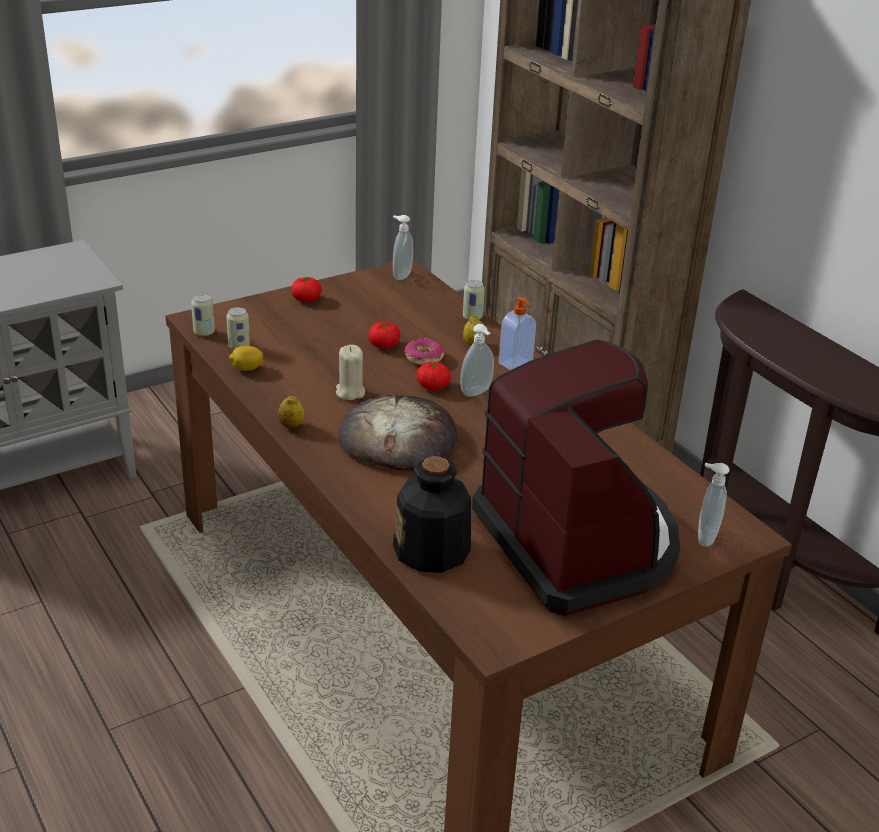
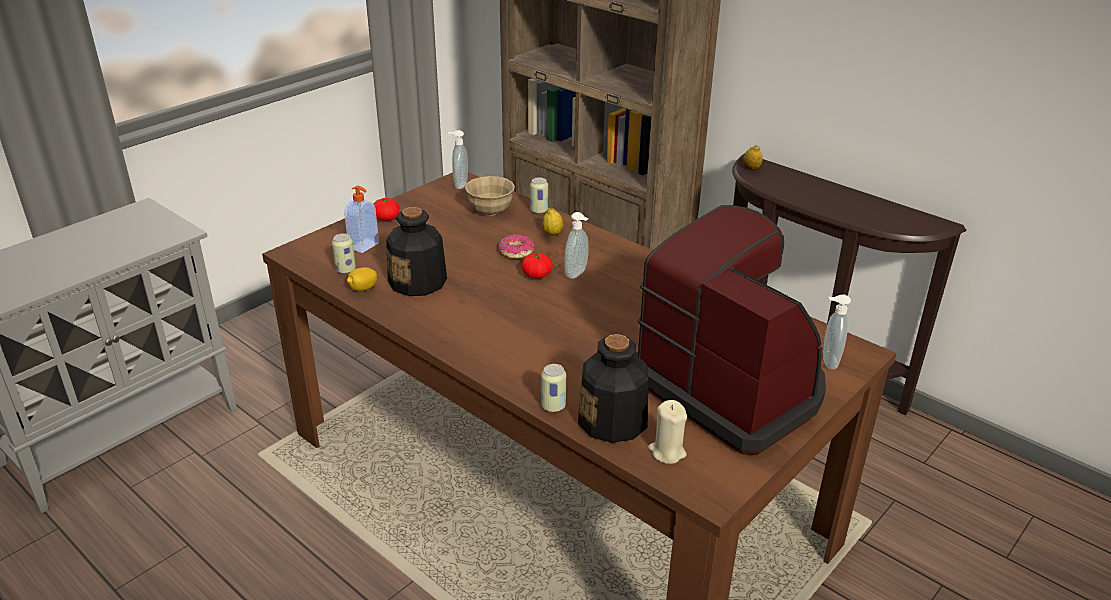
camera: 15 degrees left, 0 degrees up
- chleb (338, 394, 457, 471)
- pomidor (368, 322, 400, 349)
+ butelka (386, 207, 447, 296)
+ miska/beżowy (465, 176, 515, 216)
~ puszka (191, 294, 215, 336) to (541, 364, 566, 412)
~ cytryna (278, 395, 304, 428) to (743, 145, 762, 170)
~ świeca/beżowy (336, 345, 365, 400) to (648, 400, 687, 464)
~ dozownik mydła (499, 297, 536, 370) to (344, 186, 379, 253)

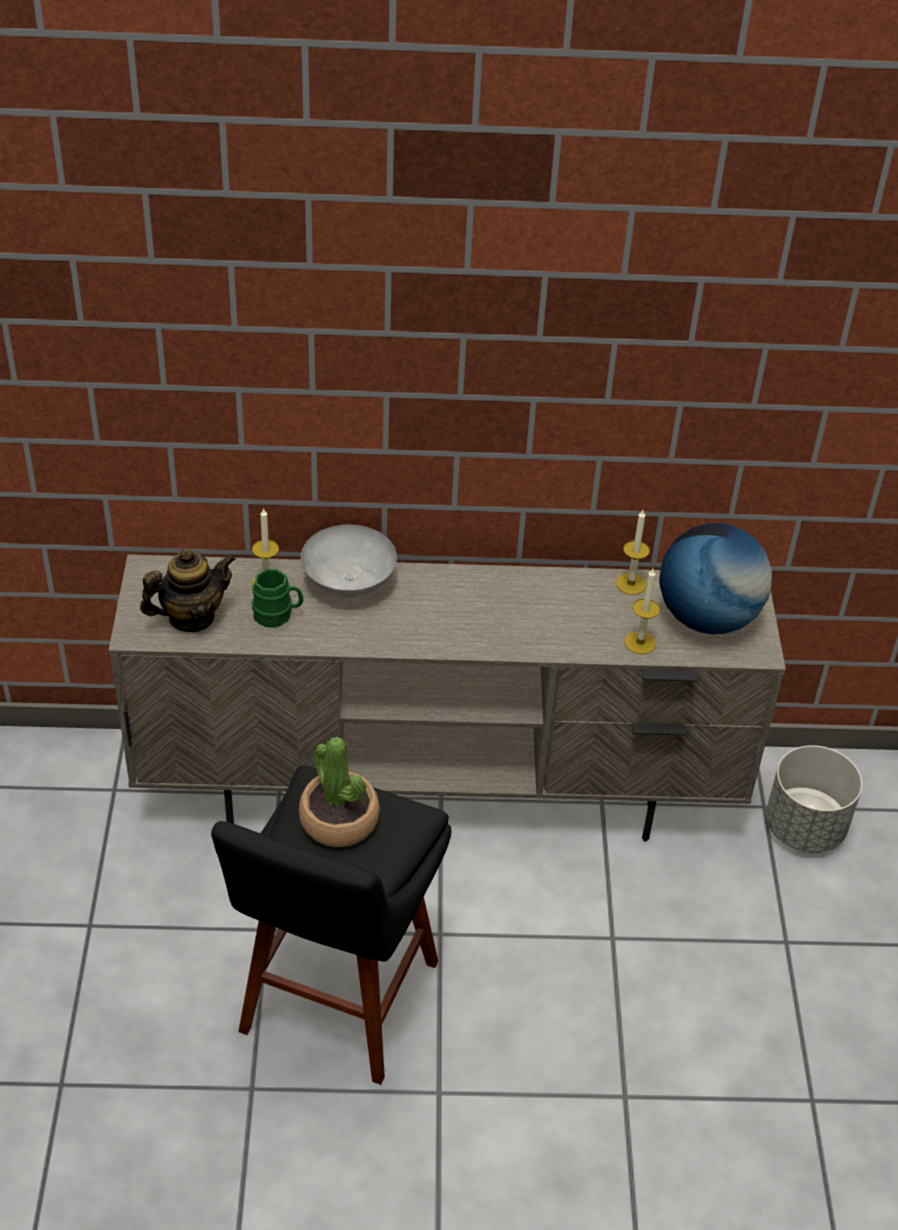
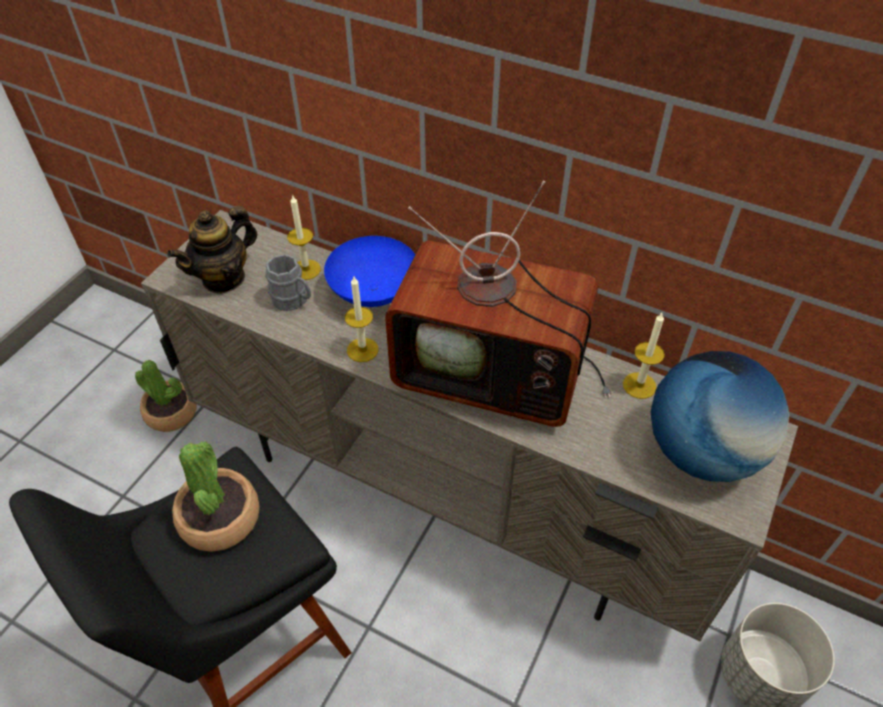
camera: 30 degrees right, 5 degrees up
+ roślina doniczkowa (135, 360, 197, 432)
+ telewizor (385, 181, 611, 427)
~ świeca (624, 569, 660, 654) to (345, 277, 379, 362)
~ kubek/zielony (252, 569, 303, 628) to kubek/szary (265, 254, 311, 311)
~ miska/szary (301, 525, 397, 597) to miska/niebieski (324, 236, 415, 307)
~ imbryk (140, 548, 236, 632) = (167, 206, 257, 294) 135 degrees clockwise

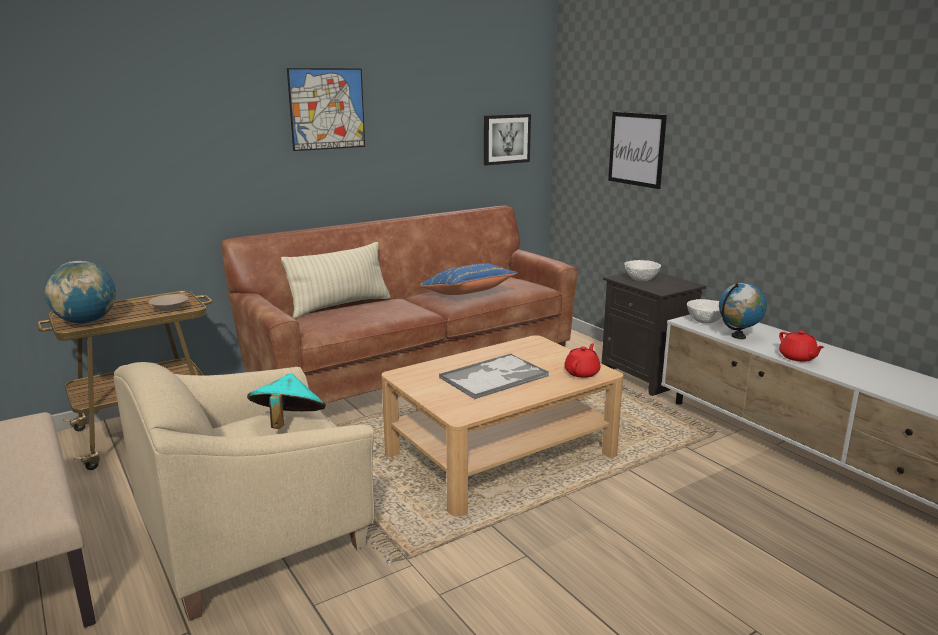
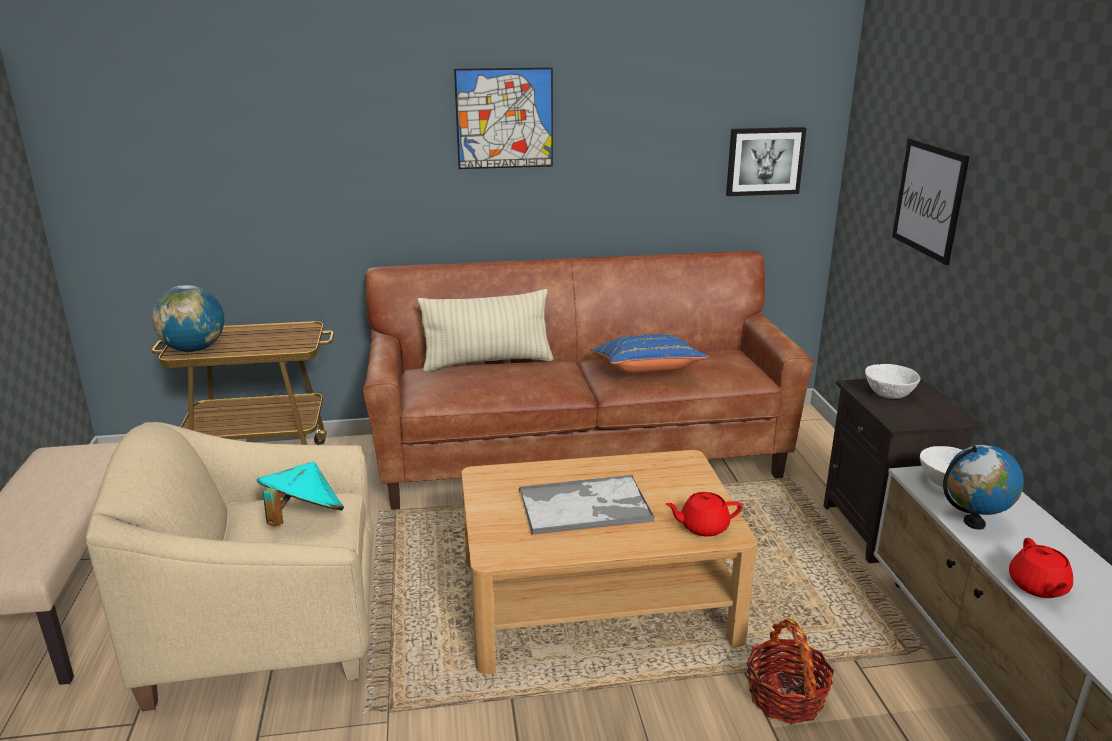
camera: 25 degrees right, 5 degrees up
- miska/beżowy (149, 294, 188, 311)
+ koszyk (747, 618, 834, 724)
~ imbryk/czerwony (564, 343, 601, 378) = (665, 492, 742, 537) 150 degrees counterclockwise

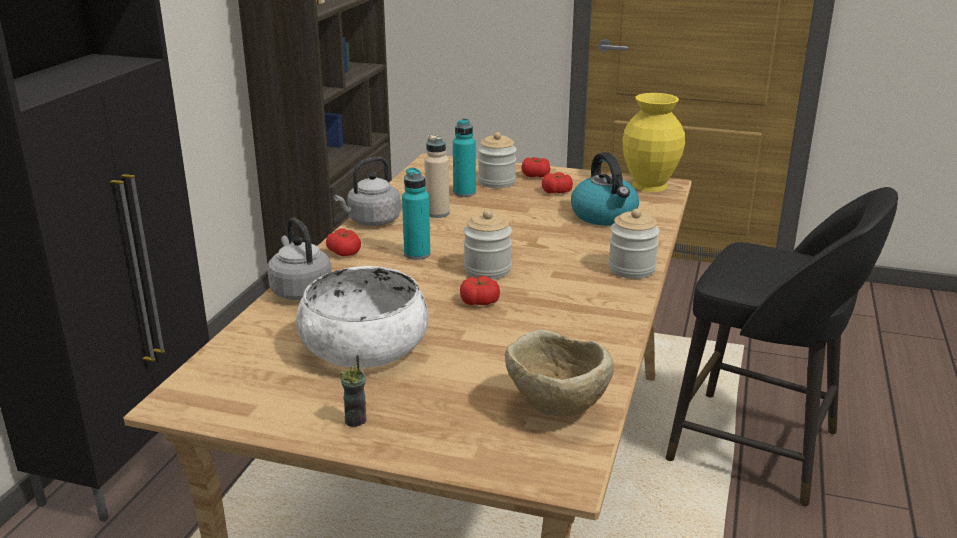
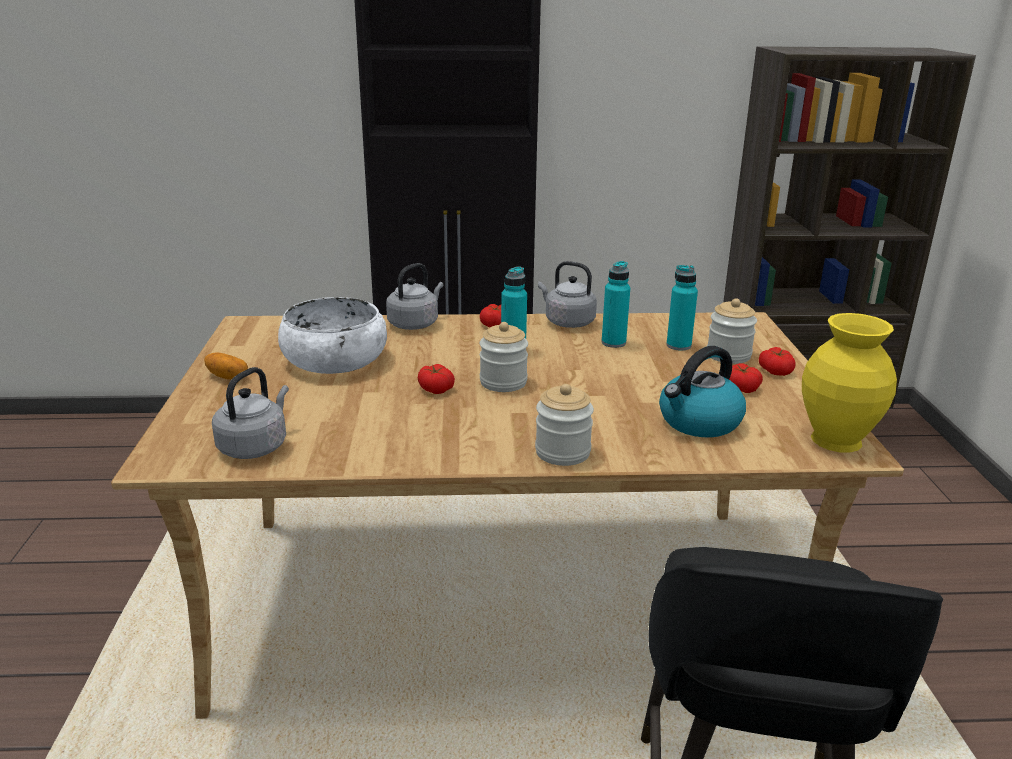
camera: 70 degrees right, 0 degrees up
~ filiżanka (339, 355, 367, 427) to ziemniak (204, 353, 248, 380)
~ miska/beżowy (505, 329, 614, 416) to czajnik/szary (212, 367, 289, 459)
~ butelka/beżowy (424, 134, 450, 218) to butelka/turkusowy (602, 261, 630, 348)

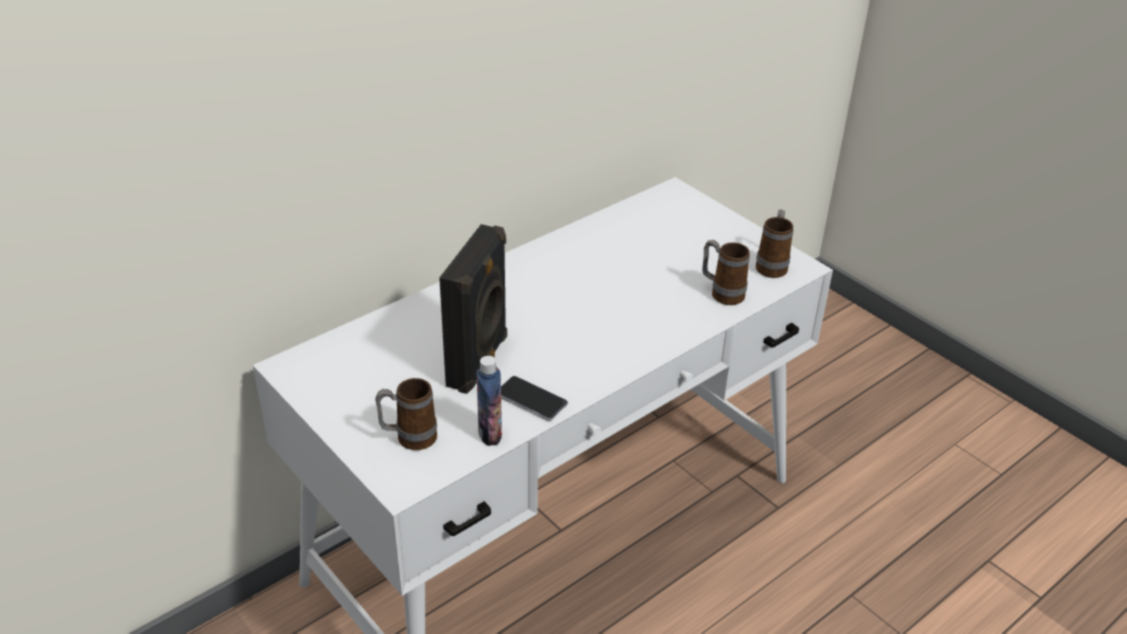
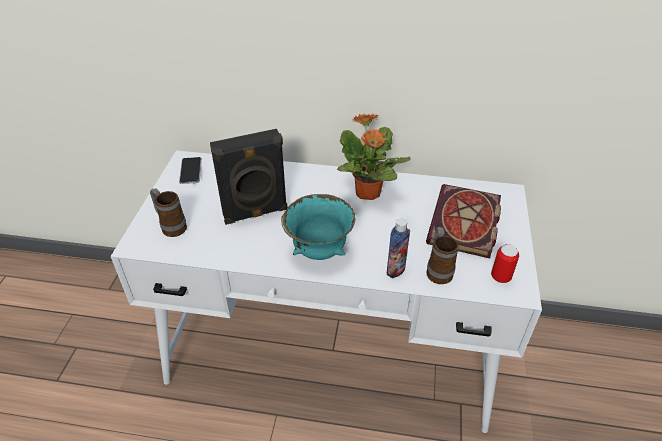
camera: 50 degrees right, 5 degrees up
+ miska/turkusowy (281, 194, 355, 260)
+ roślina doniczkowa (337, 114, 410, 200)
+ książka (426, 184, 501, 258)
~ butelka (476, 356, 502, 446) to (387, 219, 410, 278)
~ telefon (501, 376, 568, 421) to (179, 157, 202, 184)
~ kubek (756, 209, 793, 278) to puszka (491, 244, 519, 283)

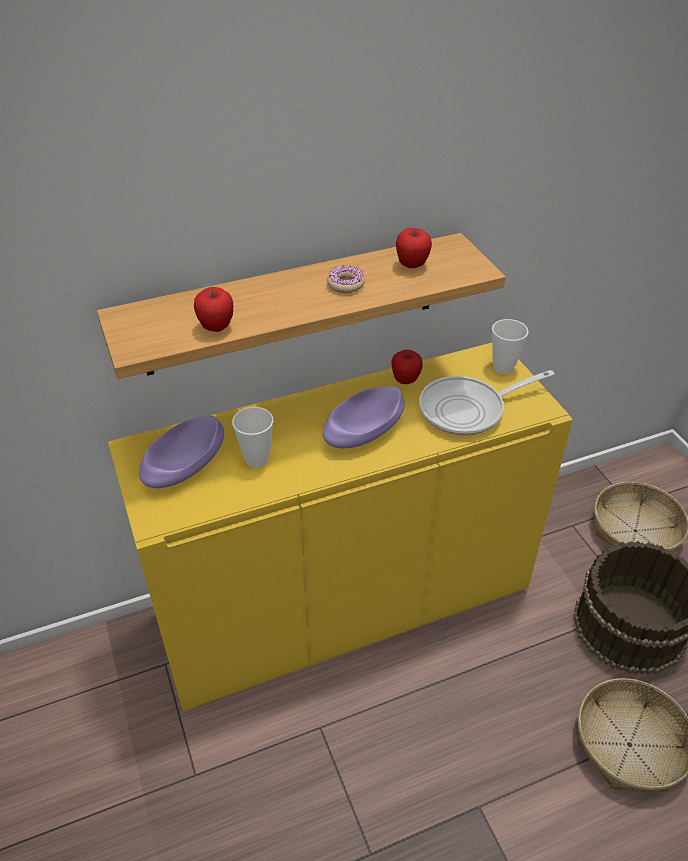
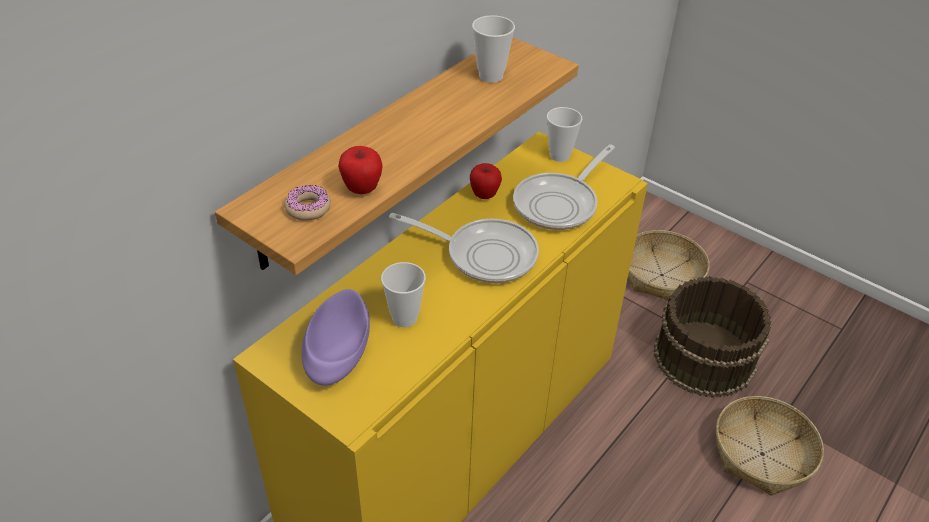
camera: 30 degrees left, 0 degrees up
~ donut (327, 265, 365, 293) to (285, 185, 331, 221)
~ miska/fioletowy (323, 386, 405, 448) to patelnia (389, 213, 539, 283)
~ jabłko (396, 228, 432, 268) to filiżanka (472, 15, 515, 83)

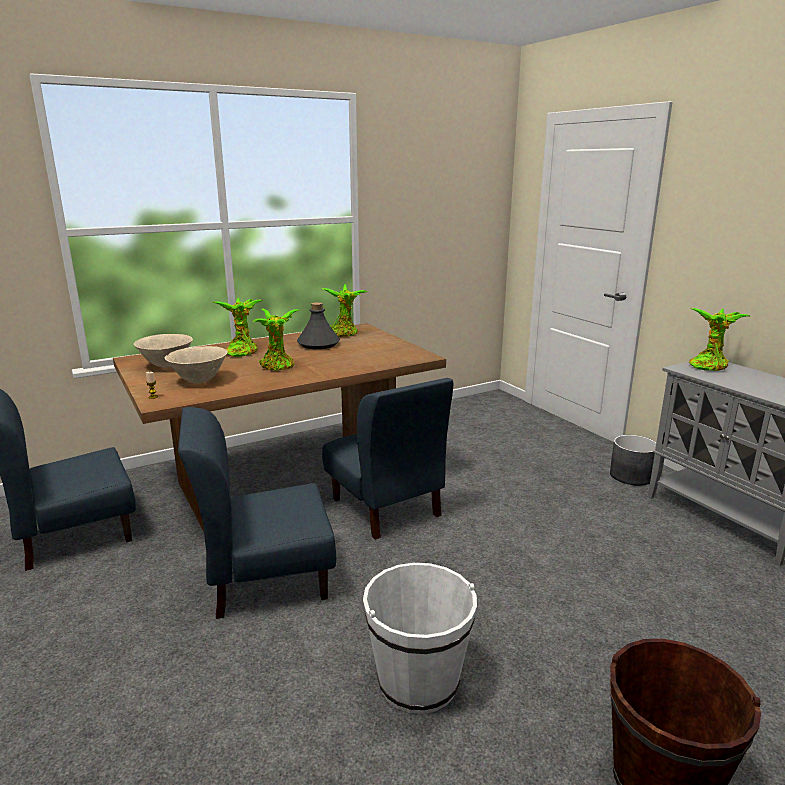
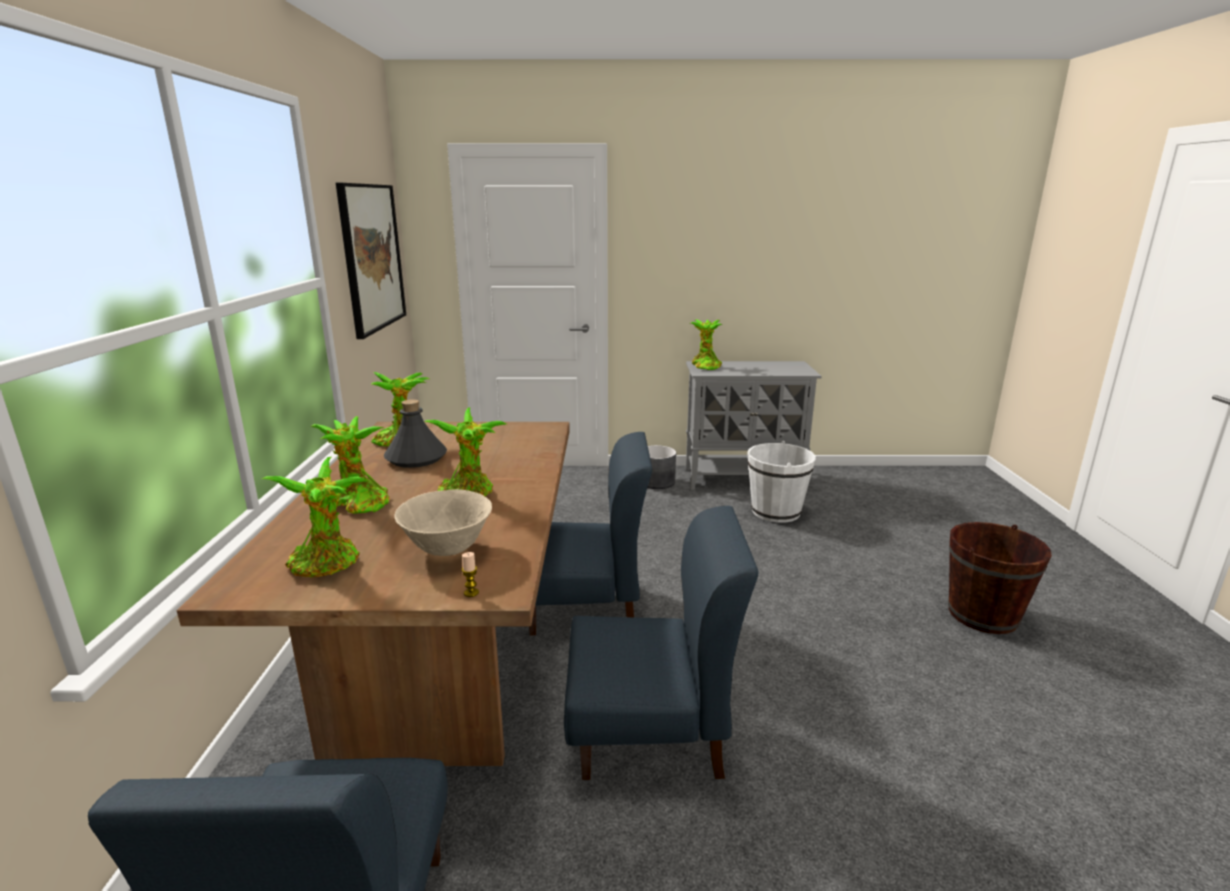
camera: 60 degrees left, 0 degrees up
+ obraz (336, 183, 406, 339)
~ wiadro/biały (363, 563, 477, 714) to (747, 441, 816, 523)
~ miska/beżowy (134, 334, 193, 368) to roślina doniczkowa (261, 457, 368, 577)
~ krzesło/niebieski (178, 407, 336, 619) = (564, 506, 758, 780) 105 degrees counterclockwise

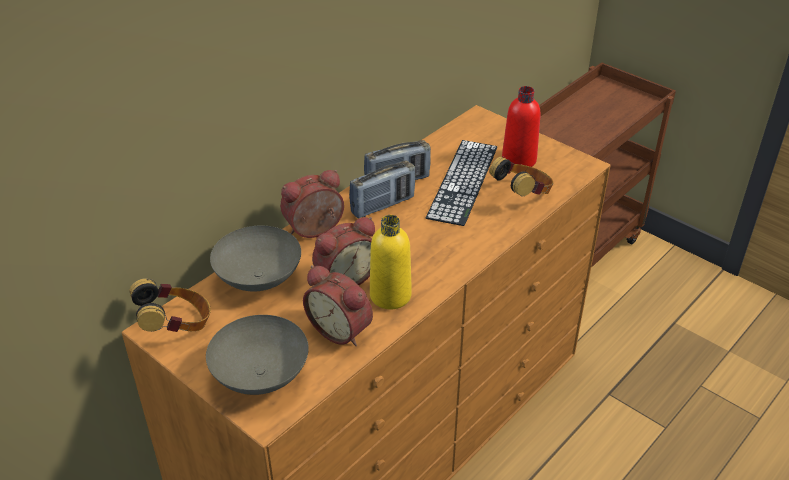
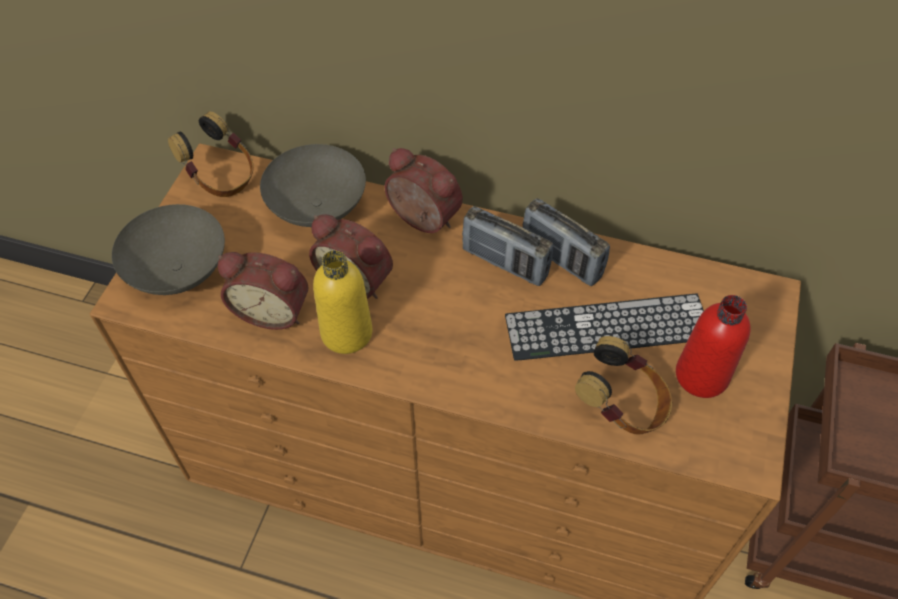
camera: 65 degrees right, 15 degrees up
~ budzik (303, 265, 373, 346) = (218, 252, 309, 330) 90 degrees counterclockwise

